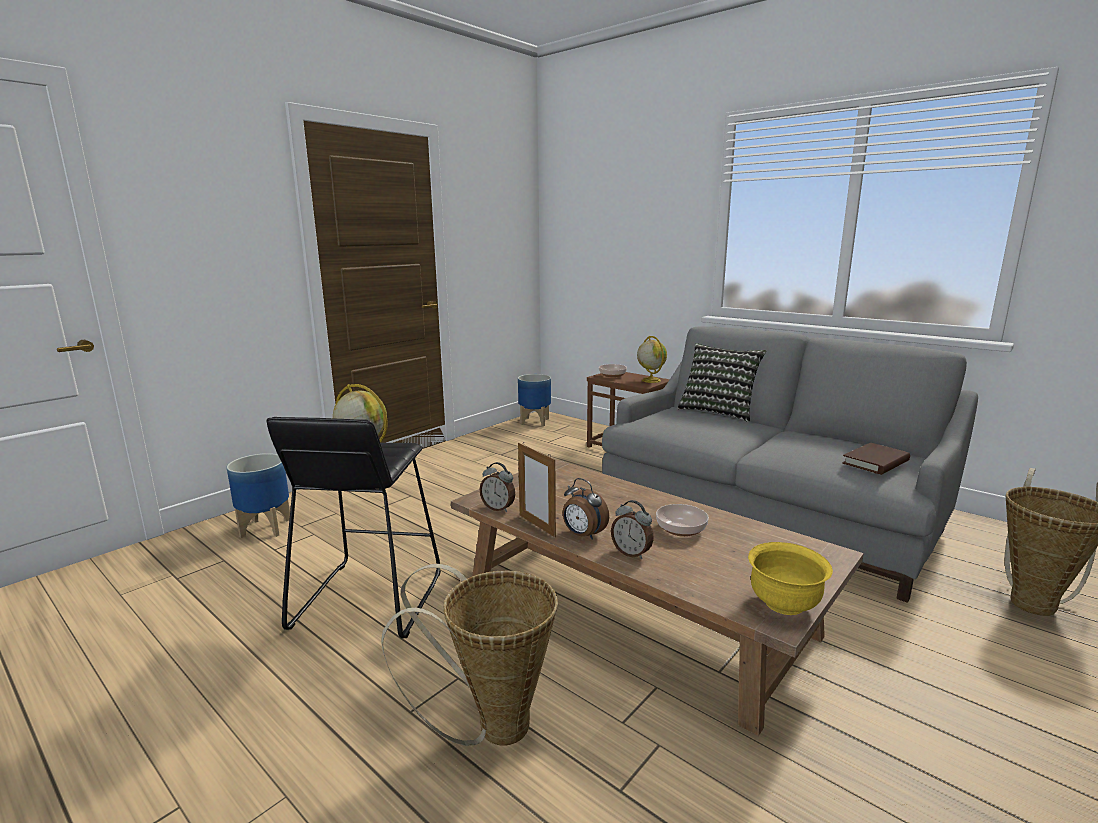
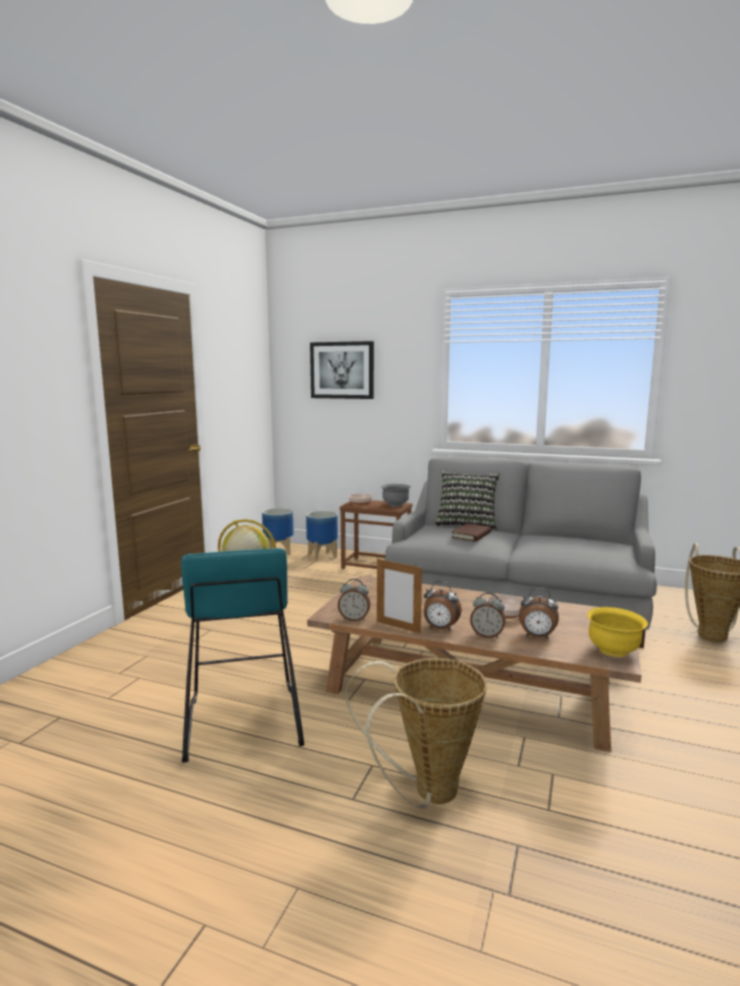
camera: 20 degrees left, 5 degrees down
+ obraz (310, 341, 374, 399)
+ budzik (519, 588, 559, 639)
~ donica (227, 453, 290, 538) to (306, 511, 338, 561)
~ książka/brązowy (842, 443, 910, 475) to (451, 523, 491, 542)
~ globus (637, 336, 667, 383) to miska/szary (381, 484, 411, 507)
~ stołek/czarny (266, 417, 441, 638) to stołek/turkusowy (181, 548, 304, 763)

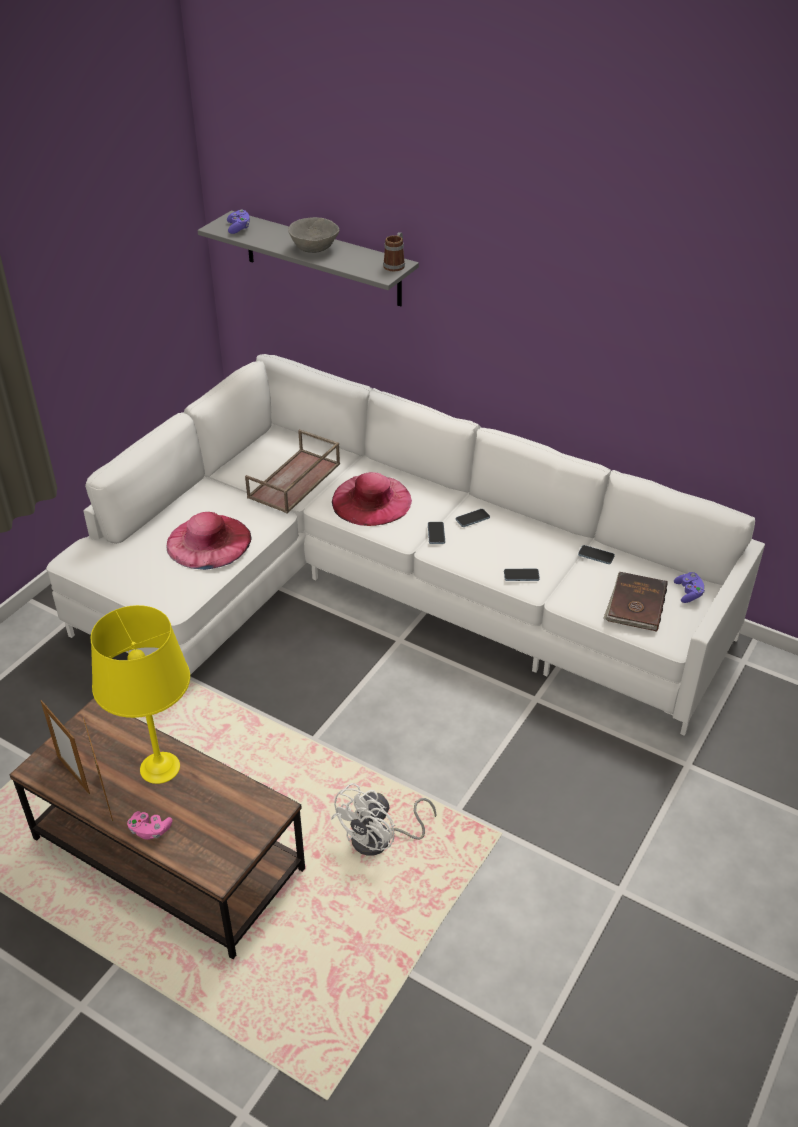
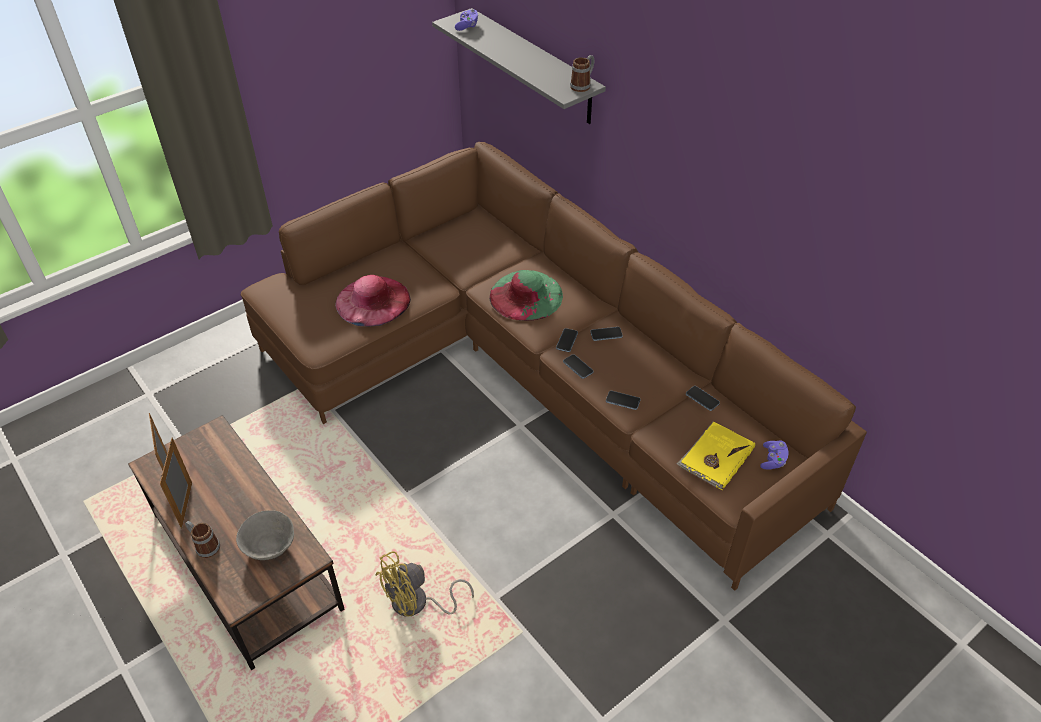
camera: 20 degrees right, 5 degrees up
- lampa stołowa/żółty (91, 605, 190, 784)
- taca/brązowy (245, 429, 340, 513)
+ telefon (563, 354, 594, 379)
~ miska/szary (288, 217, 339, 253) to (236, 510, 294, 560)
~ pad do gier/różowy (127, 811, 172, 840) to kubek (185, 521, 220, 558)
~ kanapa/biały (46, 354, 765, 736) to kanapa/brązowy (241, 142, 867, 591)
~ wentylator/biały (331, 783, 437, 856) to wentylator/żółty (375, 551, 474, 617)
~ kapelusz/różowy (332, 472, 412, 526) to kapelusz/zielony (489, 270, 563, 321)
~ książka/brązowy (603, 572, 668, 632) to książka/żółty (677, 422, 755, 490)

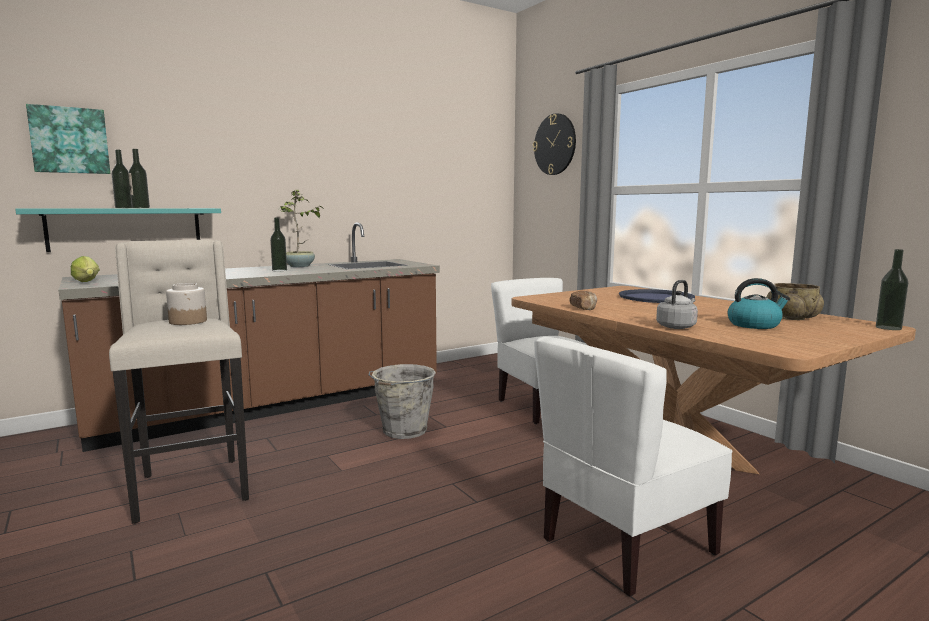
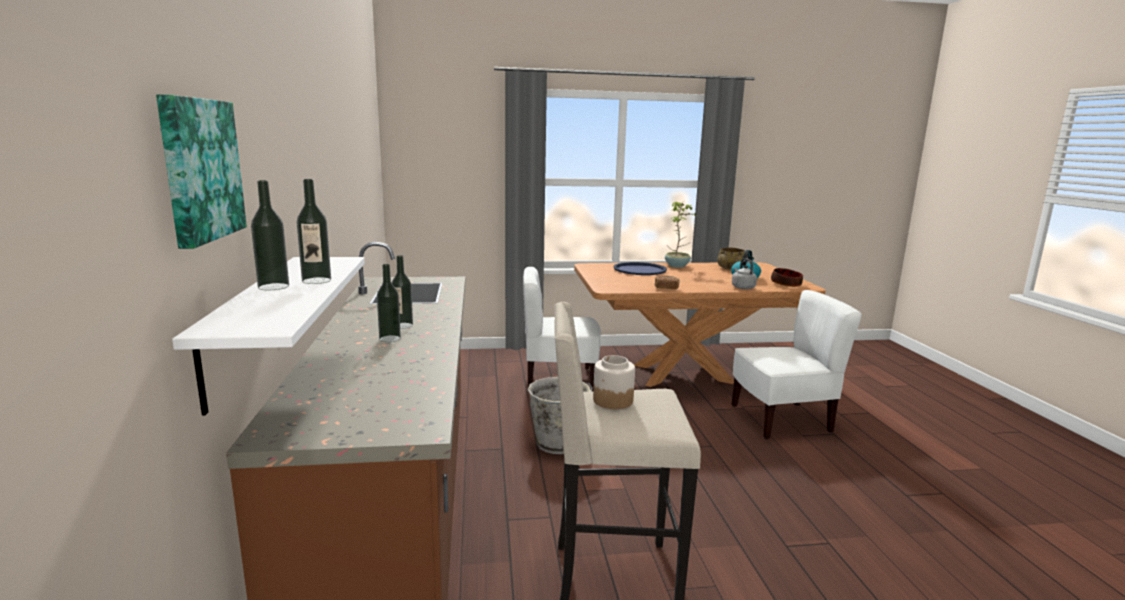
camera: 65 degrees left, 5 degrees up
- sałata (71, 256, 100, 282)
- zegar ścienny (533, 113, 576, 175)
+ miska (771, 268, 803, 287)
~ roślina doniczkowa (280, 190, 324, 267) to (665, 202, 696, 268)
~ butelka (876, 249, 908, 330) to (377, 264, 401, 342)
~ półka/turkusowy (15, 208, 221, 252) to półka/biały (172, 257, 365, 416)
~ krzesło/biały (534, 337, 733, 597) = (732, 290, 862, 439) 90 degrees counterclockwise

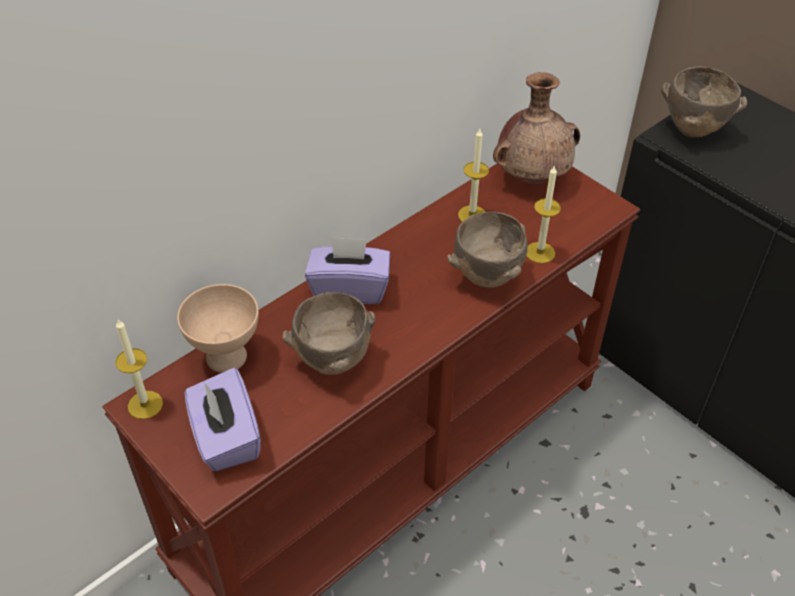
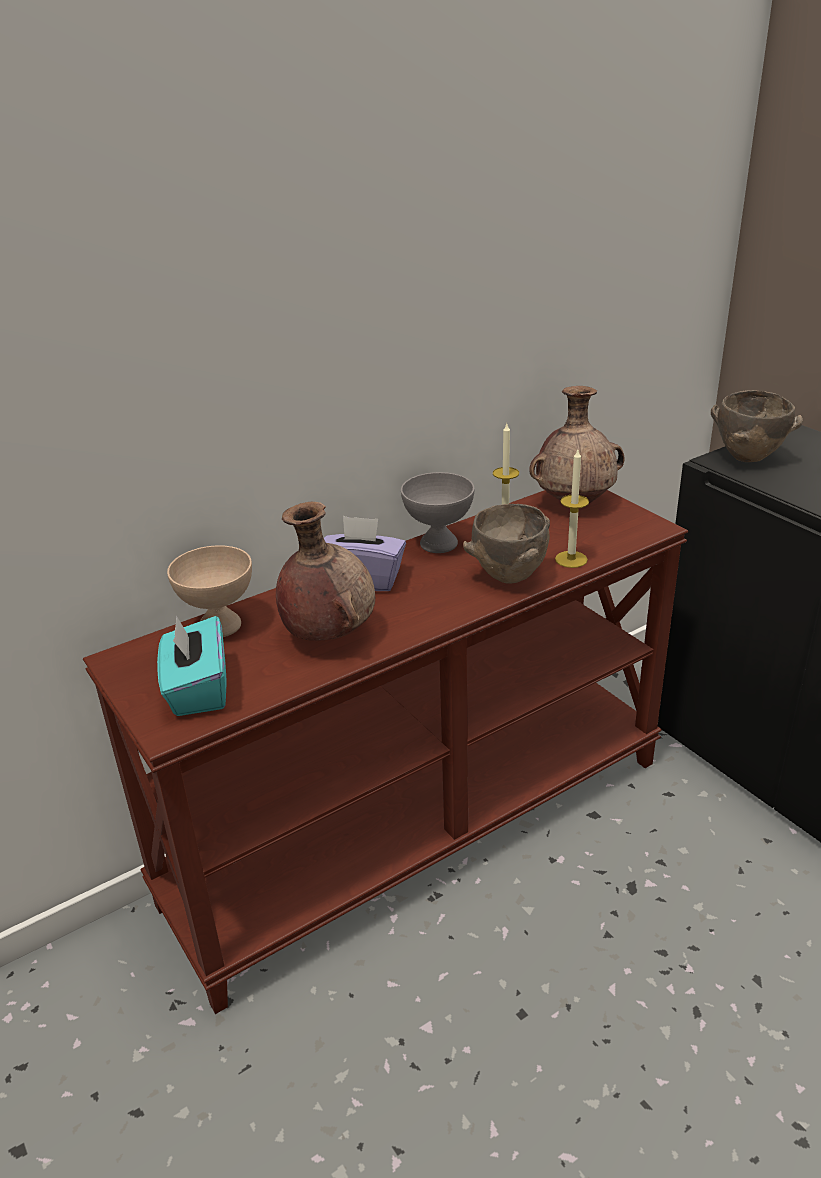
camera: 10 degrees right, 15 degrees down
- świeca (115, 319, 163, 419)
+ miska/szary (401, 472, 474, 553)
~ miska/brązowy (282, 292, 376, 375) to wazon/brązowy (276, 502, 375, 641)
~ pudełko chusteczek/fioletowy (185, 368, 261, 471) to pudełko chusteczek/turkusowy (157, 616, 227, 716)

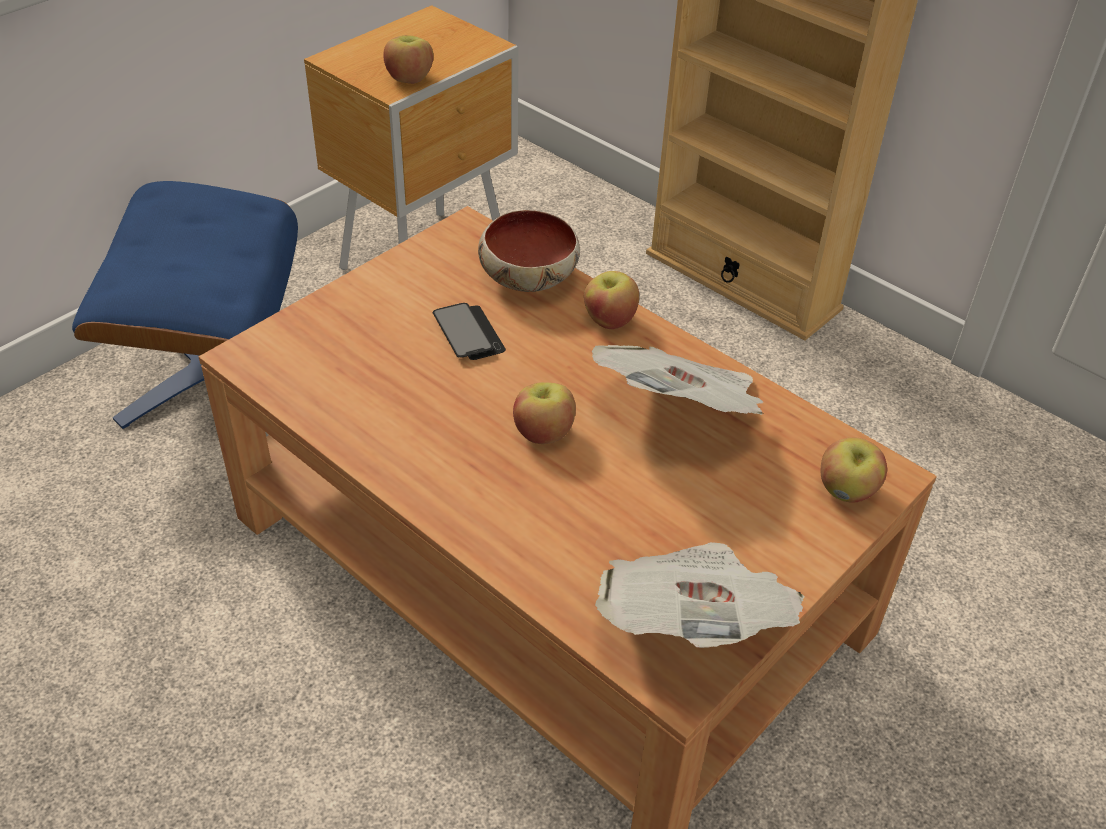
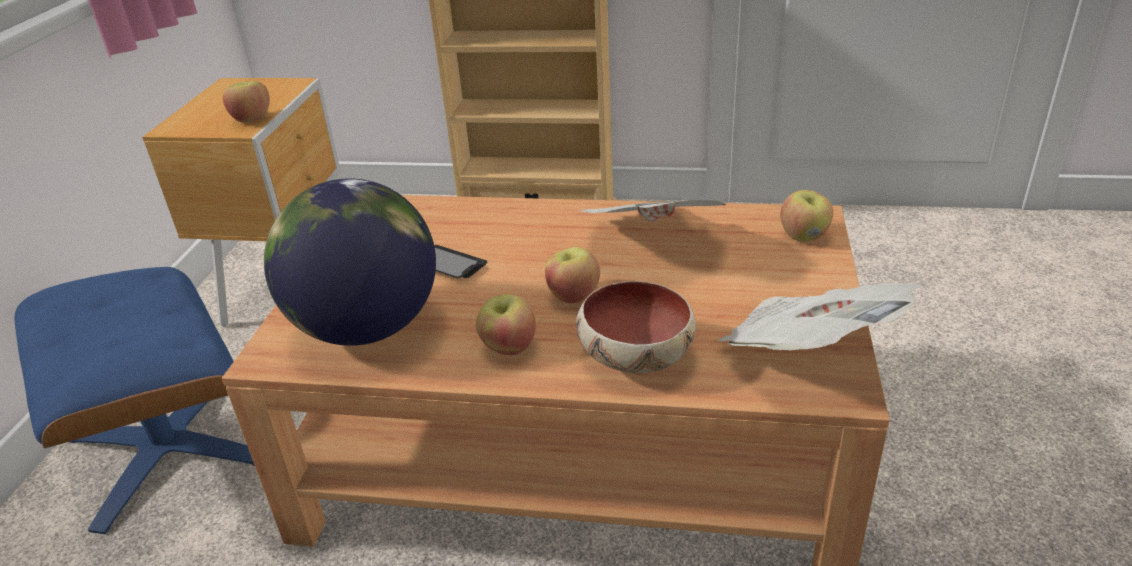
camera: 30 degrees left, 10 degrees down
+ globus (264, 178, 436, 346)
~ miska (478, 210, 580, 292) to (576, 281, 695, 373)
~ jabłko (584, 271, 639, 329) to (476, 294, 535, 355)

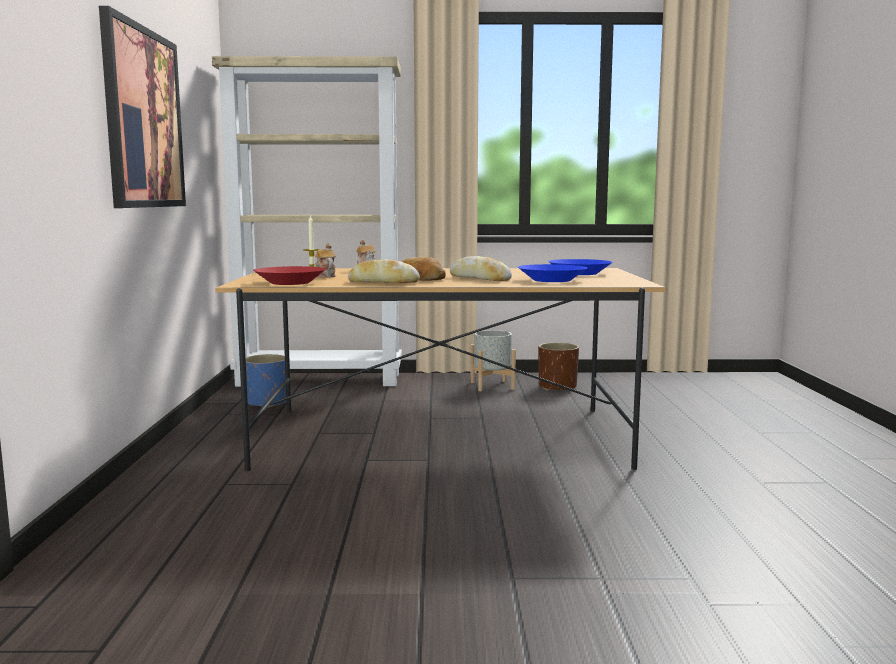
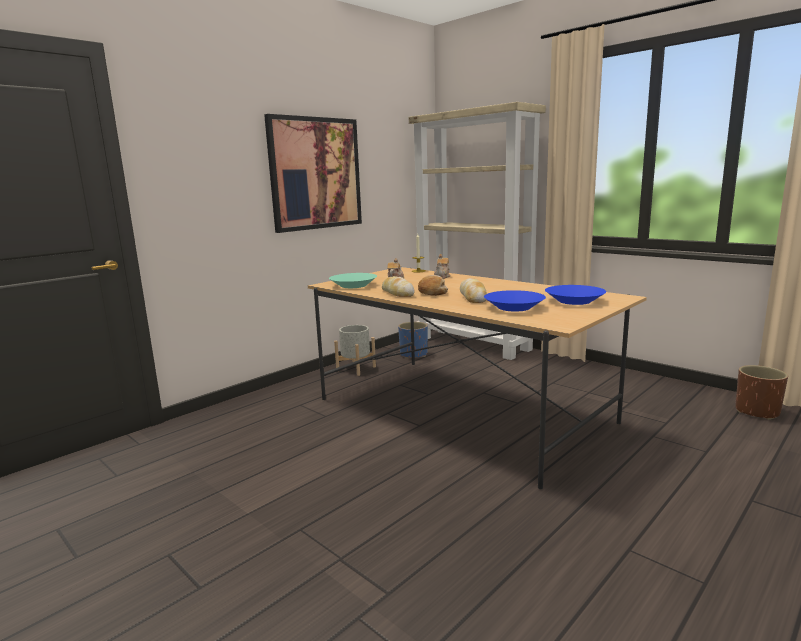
camera: 45 degrees right, 5 degrees up
~ donica/szary (471, 330, 516, 391) to (334, 325, 376, 376)
~ donica/brązowy (538, 343, 579, 391) to (735, 365, 788, 420)
~ miska/czerwony (253, 266, 326, 285) to miska/turkusowy (329, 273, 377, 288)

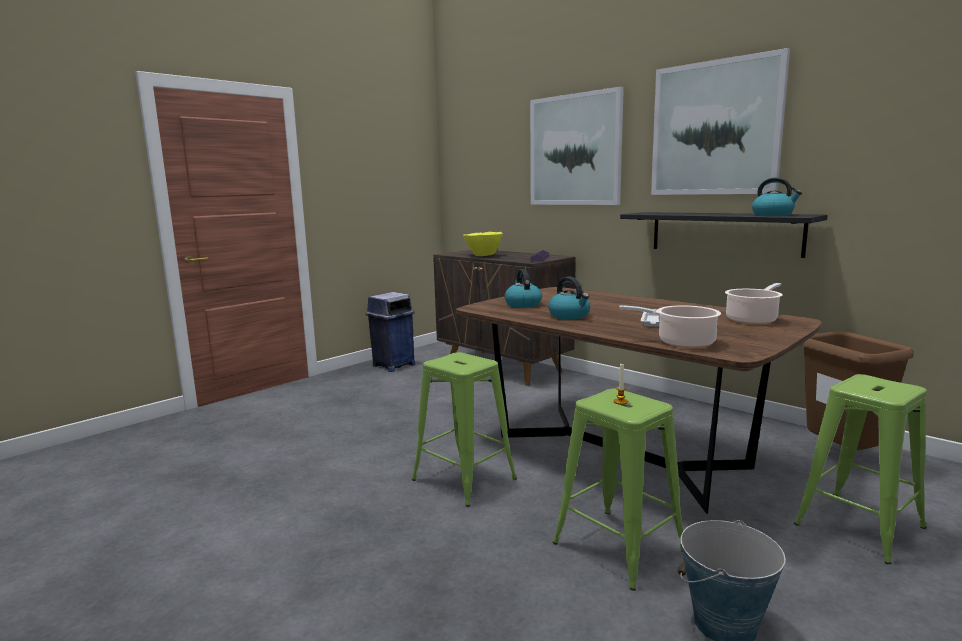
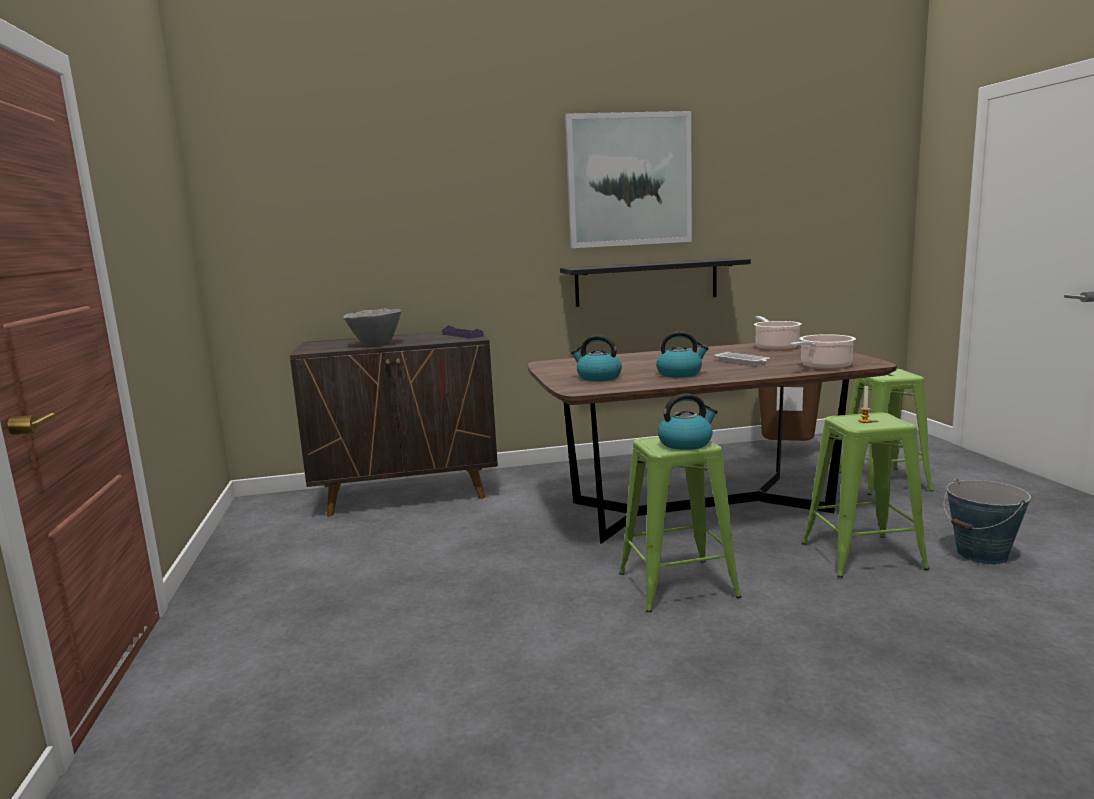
camera: 55 degrees left, 0 degrees up
- kosz na śmieci/niebieski (366, 292, 416, 372)
- obraz (530, 86, 624, 205)
~ czajnik (752, 178, 802, 216) to (658, 393, 718, 450)
~ miska/żółty (463, 232, 503, 256) to miska/szary (343, 309, 401, 346)

